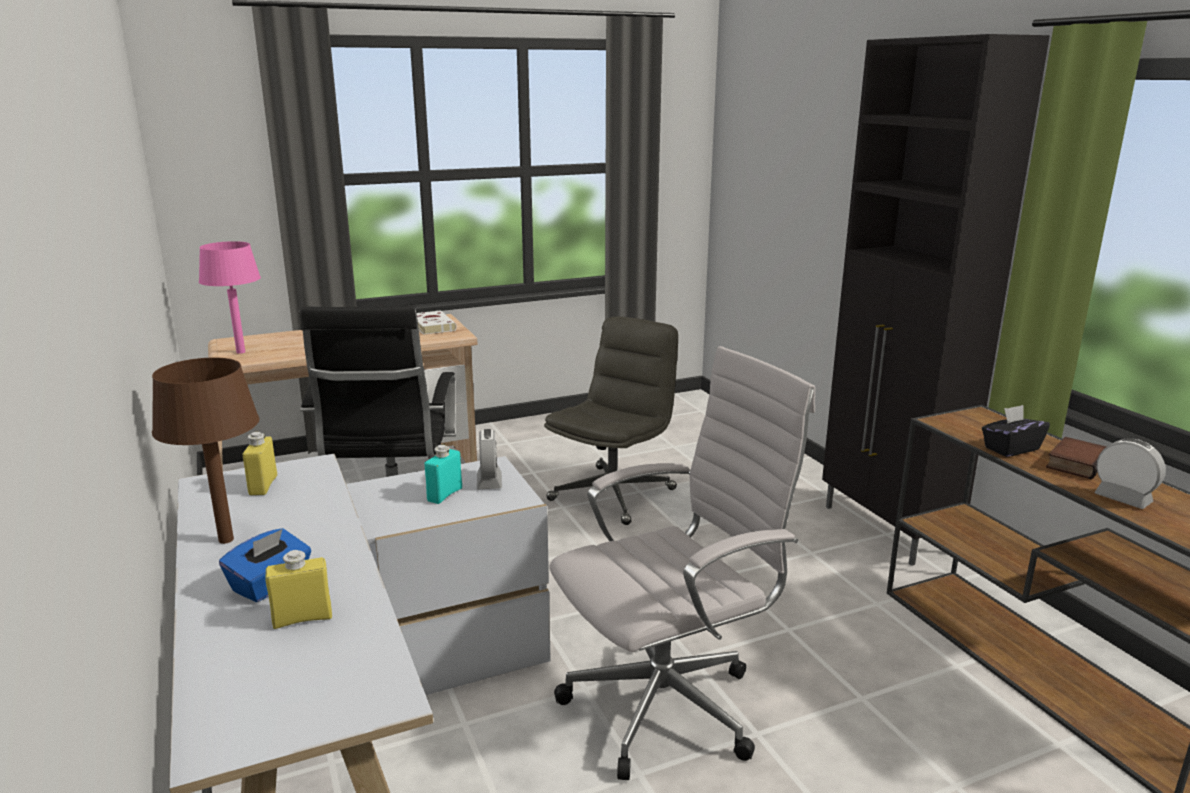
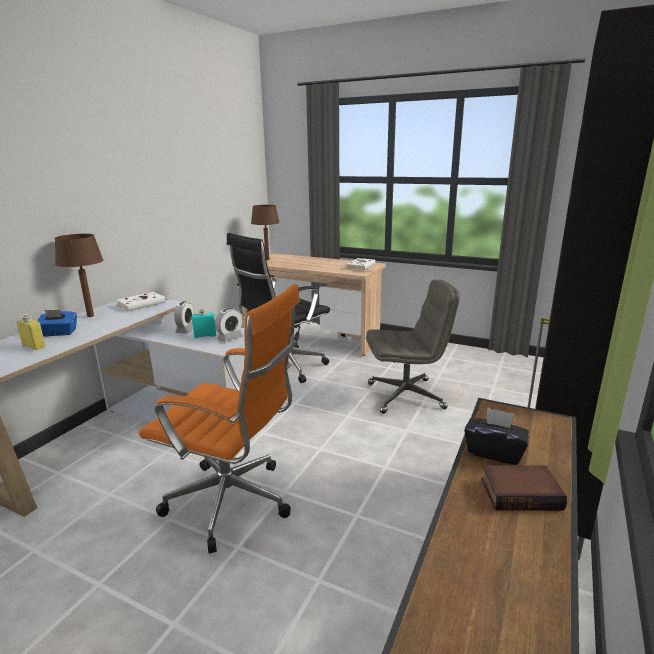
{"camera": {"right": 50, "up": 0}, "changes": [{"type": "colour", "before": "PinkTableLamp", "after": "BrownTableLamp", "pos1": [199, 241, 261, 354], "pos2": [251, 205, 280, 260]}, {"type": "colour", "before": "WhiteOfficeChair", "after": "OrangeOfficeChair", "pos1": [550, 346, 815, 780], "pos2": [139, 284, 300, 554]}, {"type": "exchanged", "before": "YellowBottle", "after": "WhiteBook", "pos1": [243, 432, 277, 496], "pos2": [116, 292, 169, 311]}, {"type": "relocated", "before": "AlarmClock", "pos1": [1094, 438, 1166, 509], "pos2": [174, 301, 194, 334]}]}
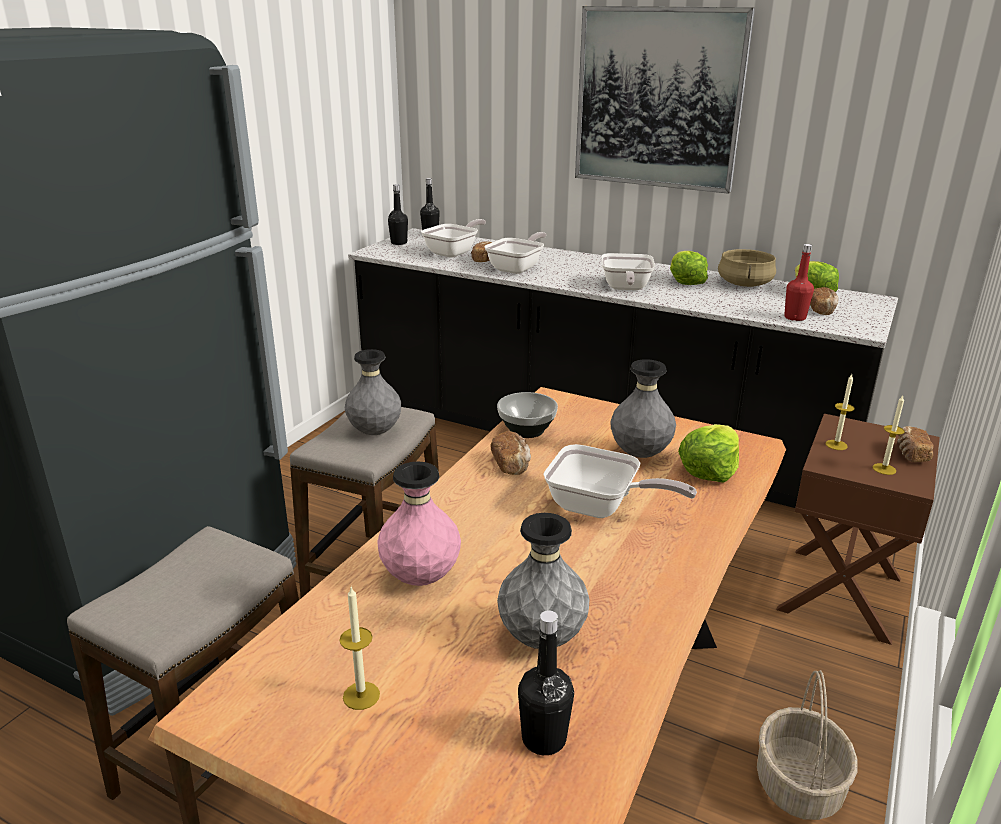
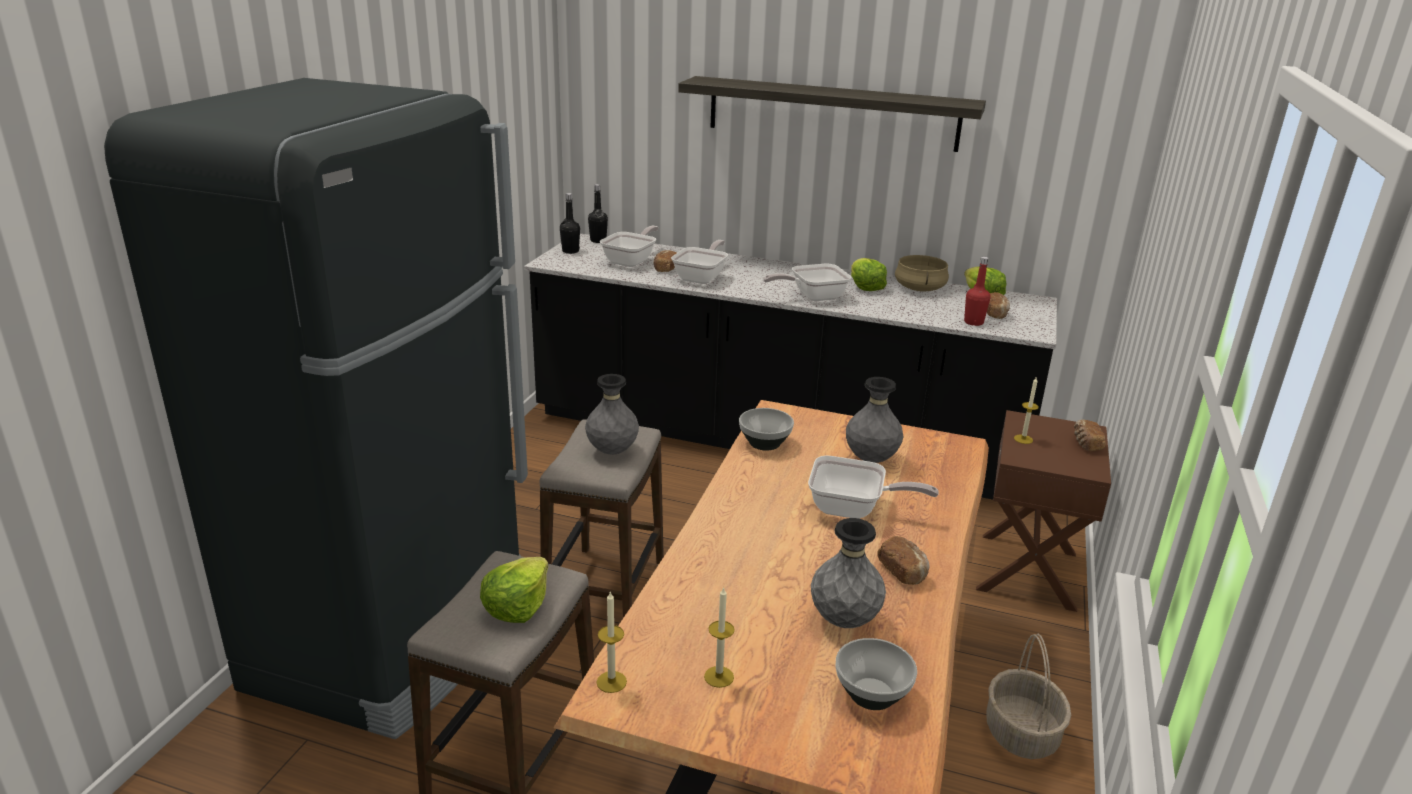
{"camera": {"right": -10, "up": 0}, "changes": [{"type": "exchanged", "before": "Picture", "after": "Shelf", "pos1": [575, 6, 755, 194], "pos2": [678, 76, 986, 152]}, {"type": "spun", "before": "FryingPan", "pos1": [602, 253, 655, 290], "pos2": [763, 264, 851, 301], "turn": 75}, {"type": "relocated", "before": "Candle", "pos1": [872, 395, 905, 475], "pos2": [596, 591, 627, 693]}, {"type": "relocated", "before": "Lettuce", "pos1": [678, 424, 739, 483], "pos2": [480, 557, 548, 623]}, {"type": "relocated", "before": "Bread", "pos1": [491, 431, 531, 475], "pos2": [877, 536, 930, 585]}, {"type": "missing", "before": "PinkVase", "pos1": [377, 461, 461, 586]}, {"type": "exchanged", "before": "BlackBottle", "after": "Bowl", "pos1": [518, 610, 574, 755], "pos2": [836, 638, 917, 710]}]}
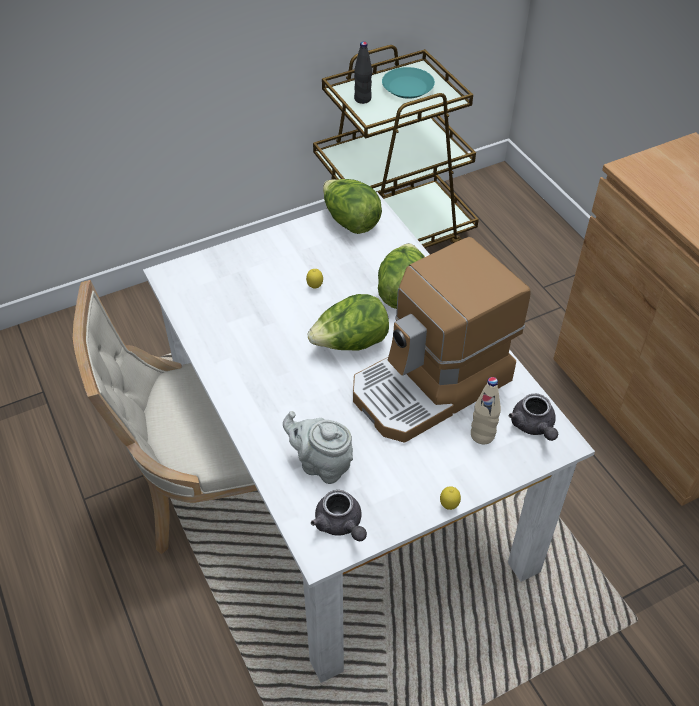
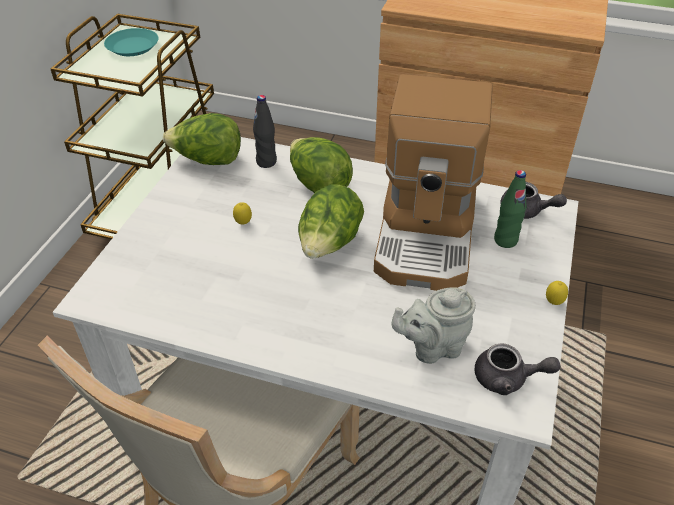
{"camera": {"right": -45, "up": -5}, "changes": [{"type": "relocated", "before": "BlackBottle", "pos1": [354, 41, 372, 104], "pos2": [253, 95, 277, 168]}, {"type": "colour", "before": "BeigeBottle", "after": "GreenBottle", "pos1": [471, 377, 501, 444], "pos2": [494, 170, 527, 248]}]}
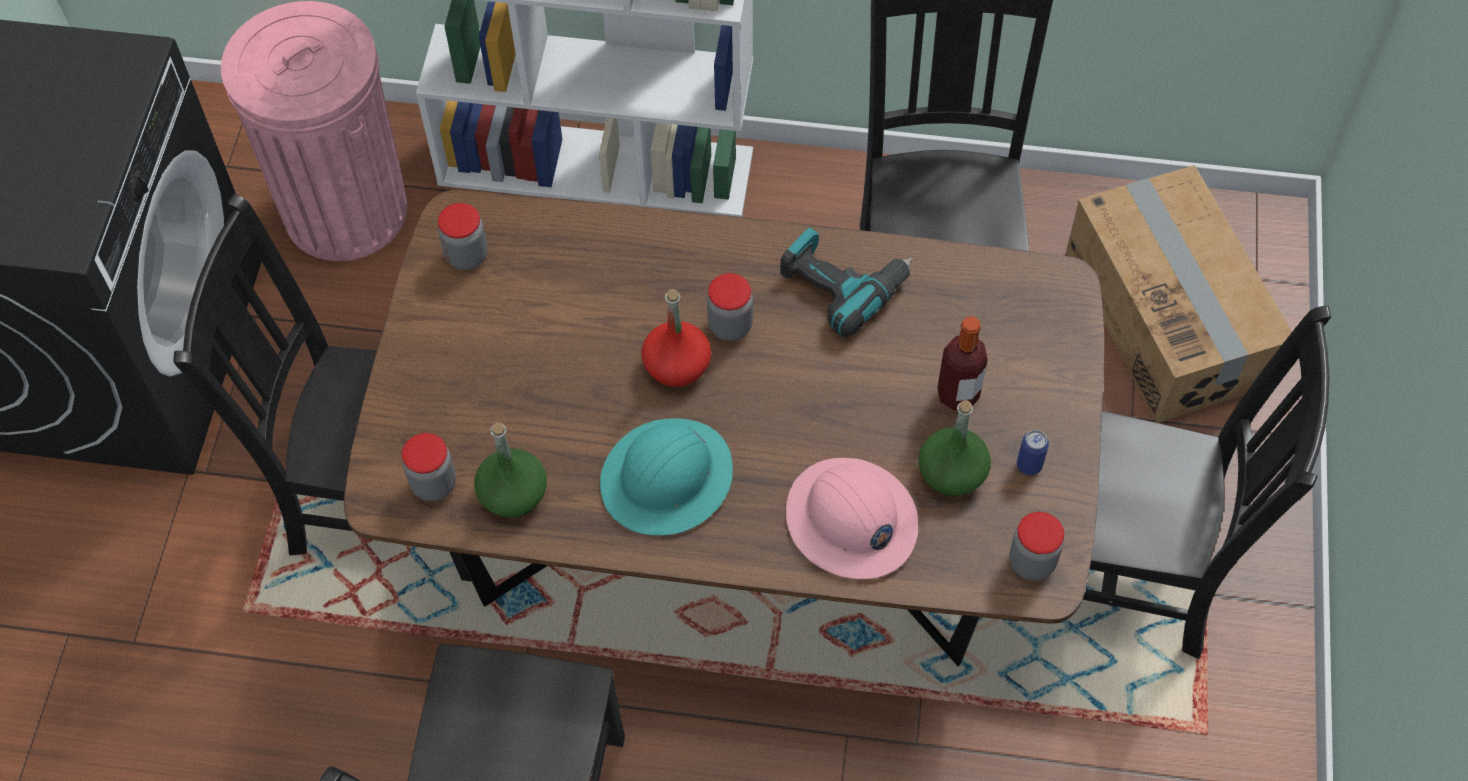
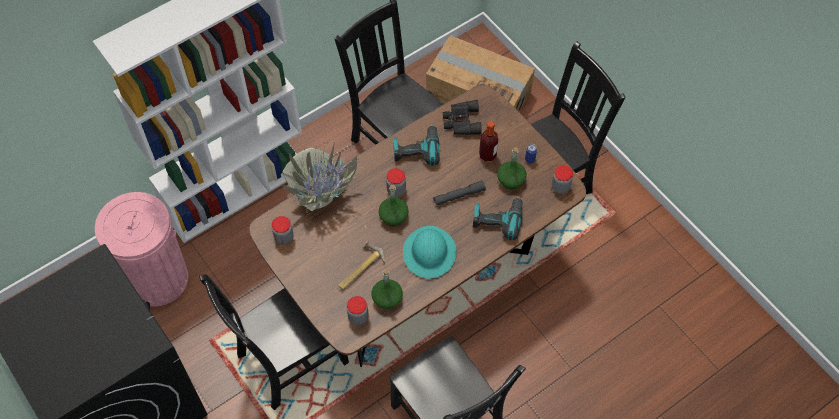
{"camera": {"right": -45, "up": 0}, "changes": [{"type": "colour", "before": "RedBottle", "after": "GreenBottle", "pos1": [641, 289, 711, 388], "pos2": [379, 185, 409, 226]}, {"type": "exchanged", "before": "PinkHardHat", "after": "PowerDrill", "pos1": [786, 458, 918, 579], "pos2": [473, 195, 523, 240]}, {"type": "appeared", "after": "BlackBinoculars", "pos2": [443, 100, 482, 135]}, {"type": "appeared", "after": "PottedPlant", "pos2": [282, 138, 366, 227]}, {"type": "appeared", "after": "GreyFlashlight", "pos2": [434, 180, 486, 206]}, {"type": "appeared", "after": "Hammer", "pos2": [338, 241, 385, 290]}]}
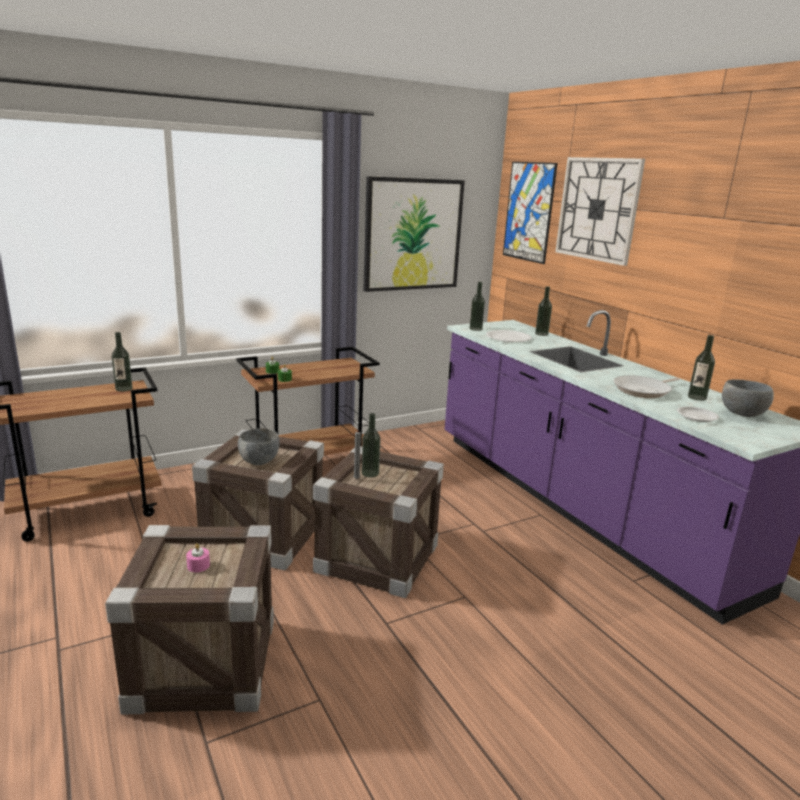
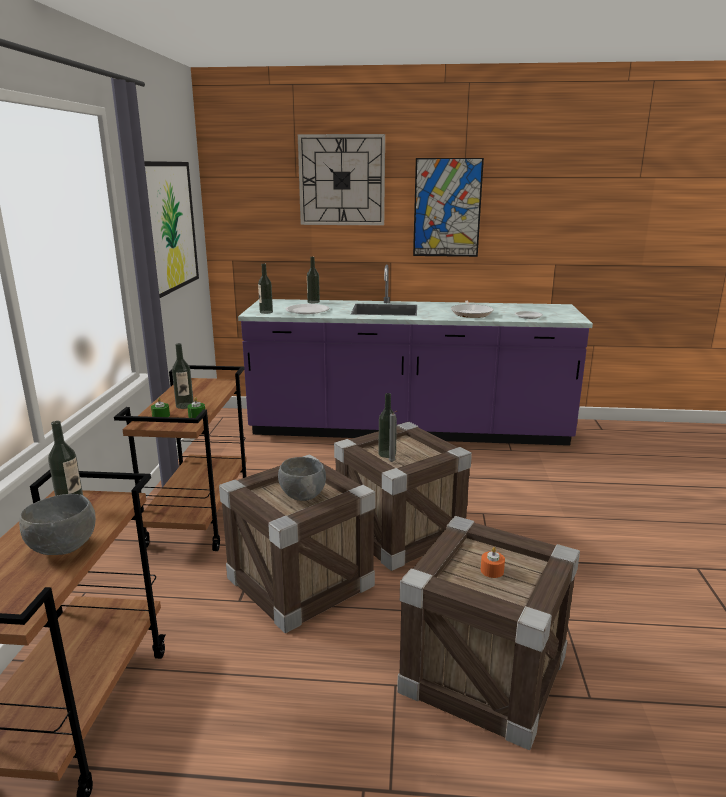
{"camera": {"right": -55, "up": 0}, "changes": [{"type": "relocated", "before": "Picture", "pos1": [503, 162, 558, 264], "pos2": [413, 158, 484, 257]}, {"type": "relocated", "before": "Bottle", "pos1": [688, 335, 715, 401], "pos2": [172, 343, 194, 409]}, {"type": "relocated", "before": "GreyBowl", "pos1": [722, 379, 774, 417], "pos2": [19, 494, 96, 555]}, {"type": "colour", "before": "PinkCandle", "after": "OrangeCandle", "pos1": [186, 543, 210, 572], "pos2": [481, 547, 505, 578]}]}
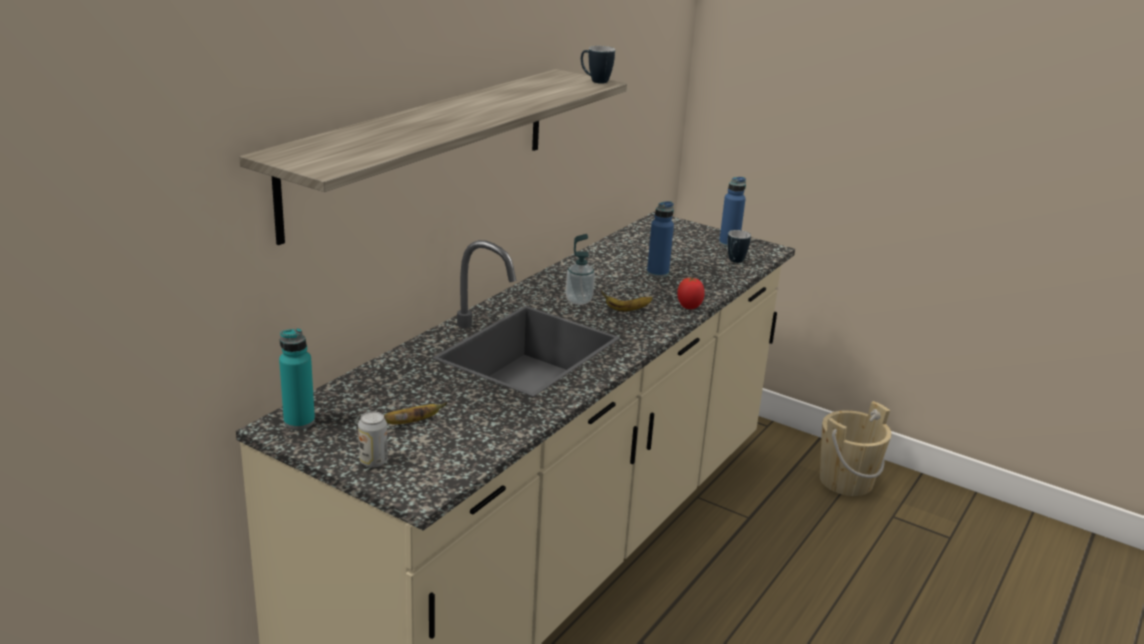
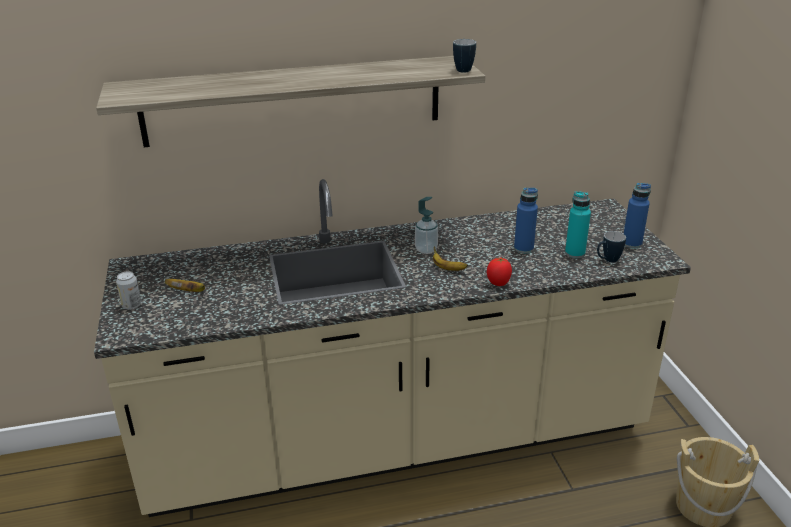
{"camera": {"right": 45, "up": 5}, "changes": [{"type": "relocated", "before": "TurquoiseBottle", "pos1": [279, 328, 315, 429], "pos2": [565, 191, 591, 258]}]}
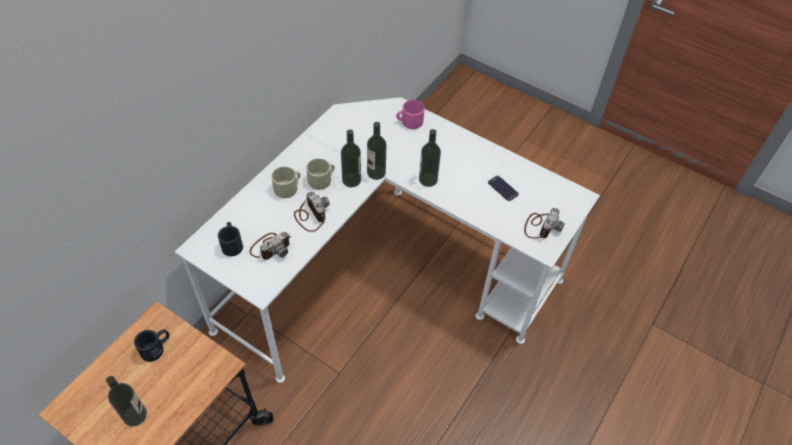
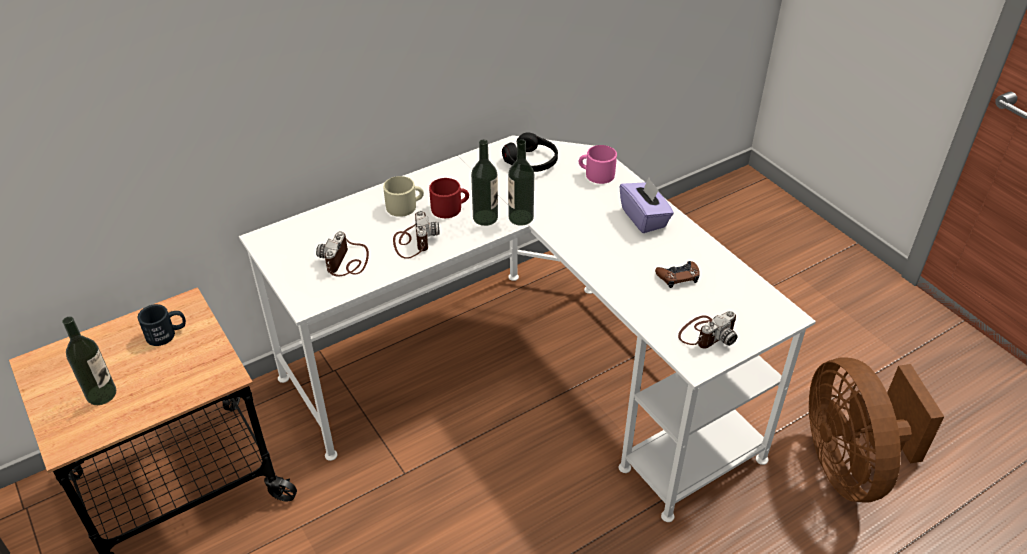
{"camera": {"right": 25, "up": -10}, "changes": [{"type": "missing", "before": "Bottle", "pos1": [419, 129, 441, 187]}, {"type": "colour", "before": "BeigeMug", "after": "RedMug", "pos1": [306, 158, 335, 190], "pos2": [429, 178, 469, 218]}, {"type": "exchanged", "before": "Phone", "after": "BrownGameController", "pos1": [488, 175, 519, 201], "pos2": [655, 261, 700, 288]}, {"type": "missing", "before": "BlackMug", "pos1": [218, 222, 243, 256]}, {"type": "spun", "before": "PhotoCamera", "pos1": [249, 232, 291, 260], "pos2": [316, 231, 369, 277], "turn": 120}, {"type": "appeared", "after": "BlackHeadphones", "pos2": [502, 133, 558, 172]}, {"type": "appeared", "after": "PurpleTissueBox", "pos2": [620, 177, 674, 233]}, {"type": "appeared", "after": "BrownFan", "pos2": [809, 357, 944, 502]}]}
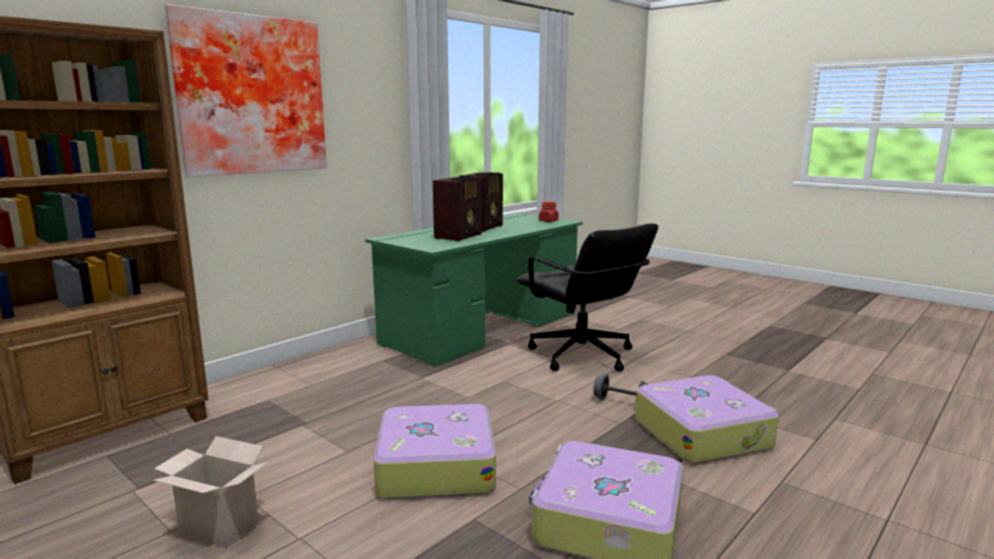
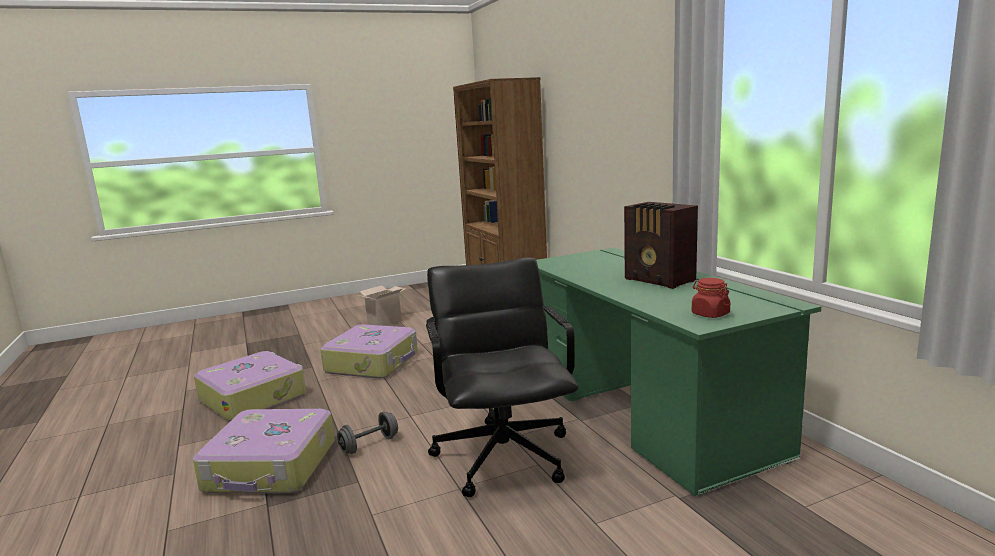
{"camera": {"right": 115, "up": 0}, "changes": [{"type": "missing", "before": "Picture", "pos1": [165, 4, 327, 177]}, {"type": "missing", "before": "Radio", "pos1": [433, 177, 482, 242]}, {"type": "spun", "before": "BlackOfficeChair", "pos1": [516, 223, 658, 371], "pos2": [426, 258, 579, 497], "turn": 90}]}
